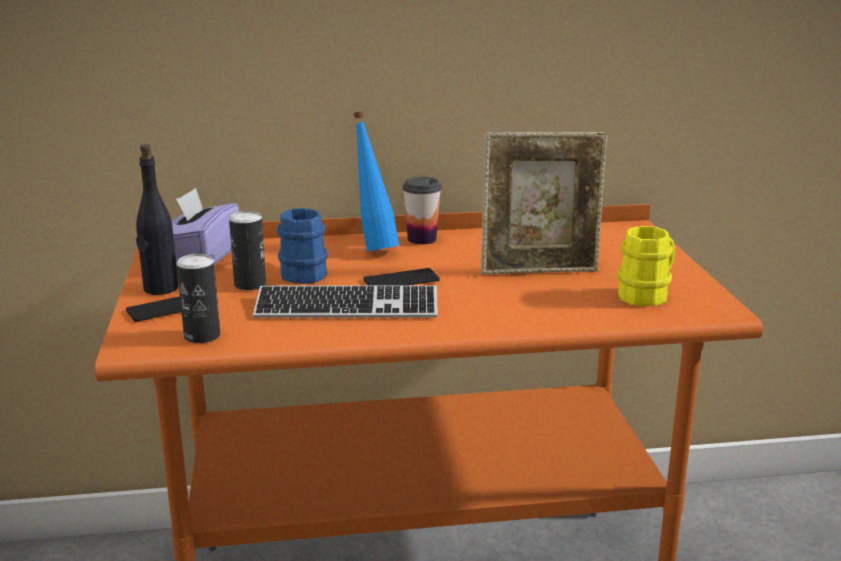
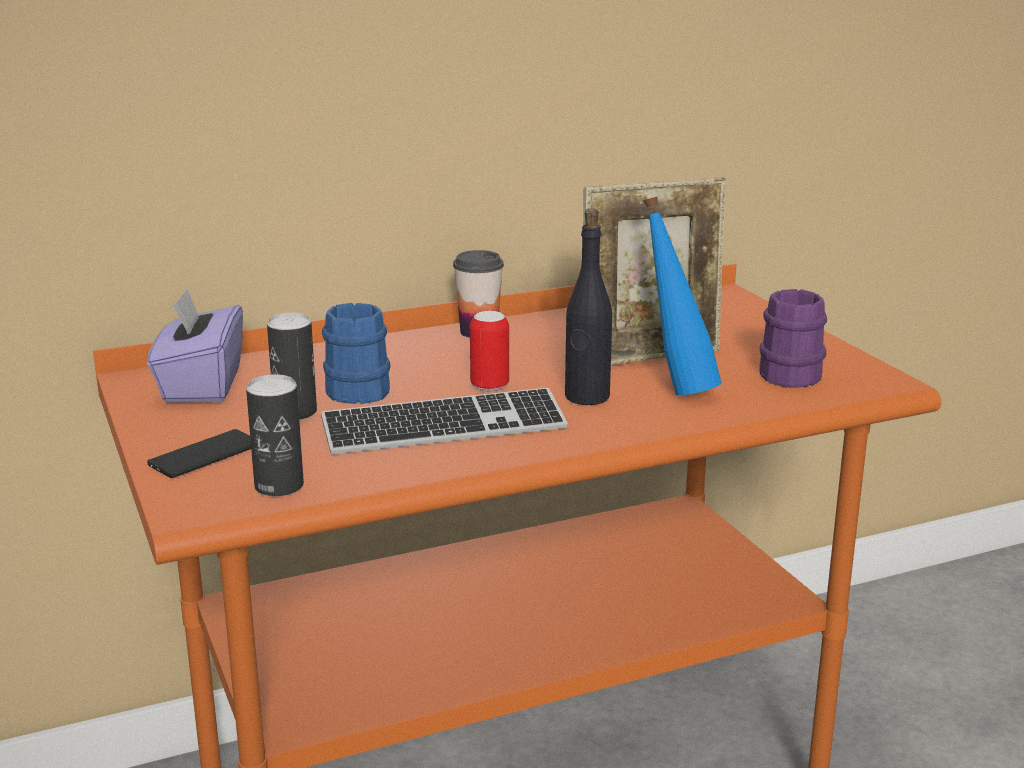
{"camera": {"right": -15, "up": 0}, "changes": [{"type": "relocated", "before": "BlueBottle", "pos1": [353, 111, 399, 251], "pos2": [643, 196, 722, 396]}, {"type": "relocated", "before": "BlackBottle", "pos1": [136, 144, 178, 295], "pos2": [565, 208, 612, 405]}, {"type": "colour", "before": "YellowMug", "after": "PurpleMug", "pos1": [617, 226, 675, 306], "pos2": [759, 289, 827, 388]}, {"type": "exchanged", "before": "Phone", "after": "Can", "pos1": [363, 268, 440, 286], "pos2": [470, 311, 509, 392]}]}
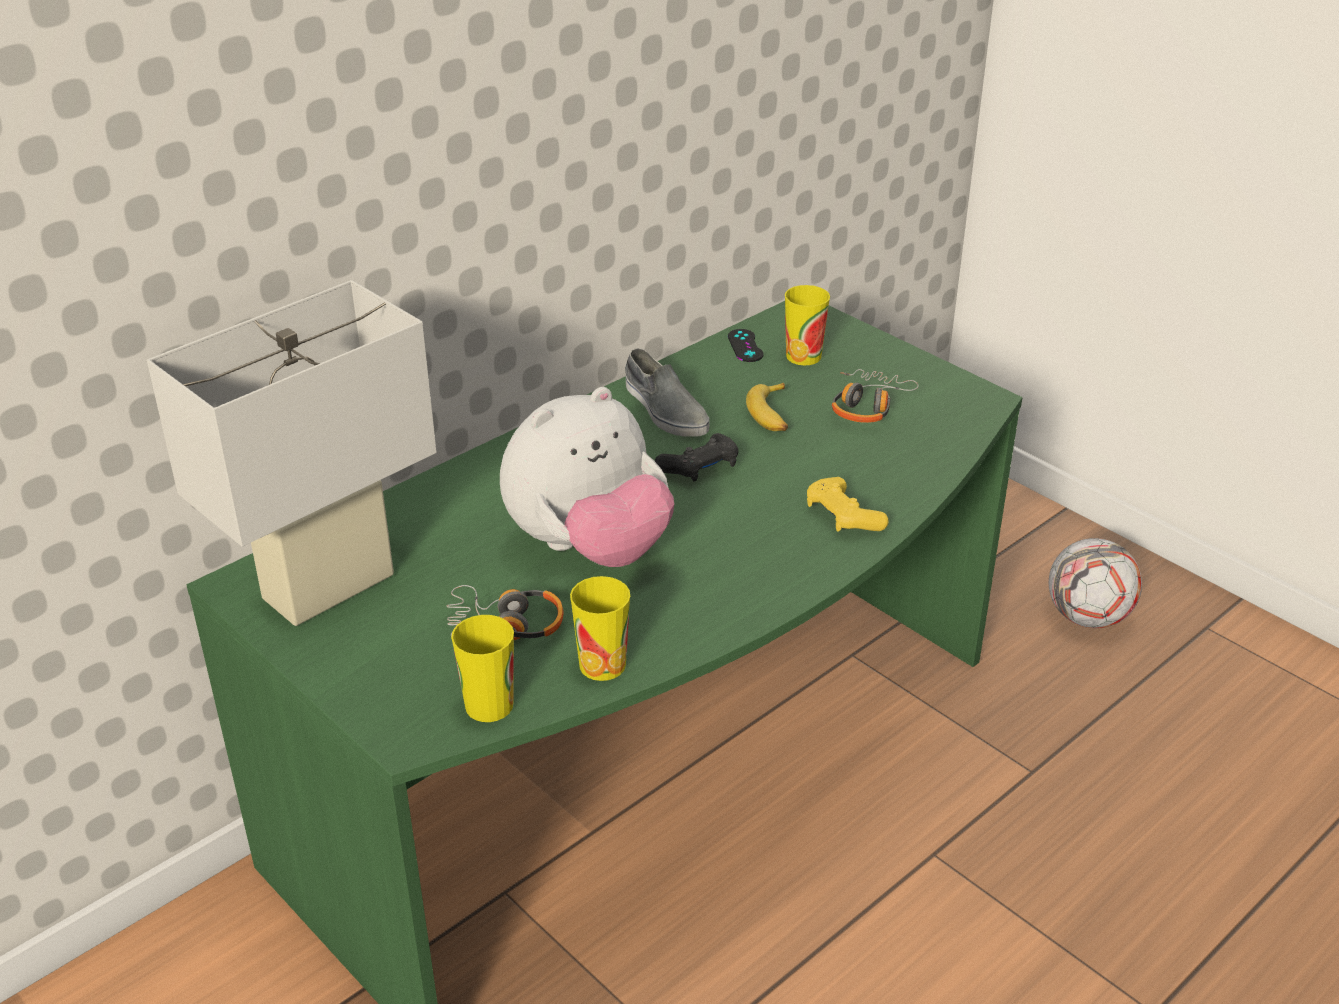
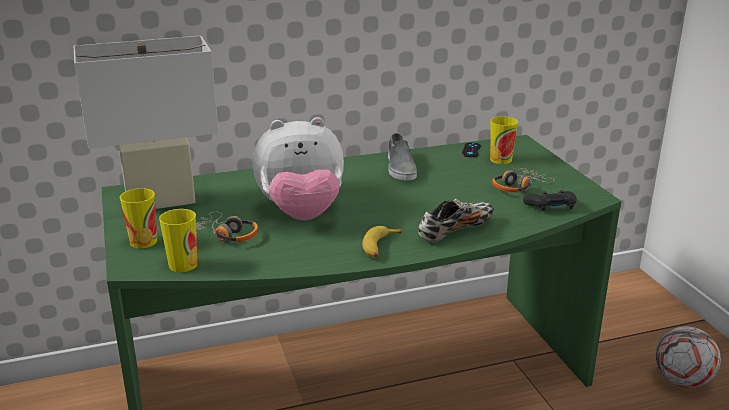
{"camera": {"right": 25, "up": -10}, "changes": [{"type": "relocated", "before": "Banana", "pos1": [746, 383, 788, 431], "pos2": [362, 226, 402, 258]}, {"type": "relocated", "before": "BlackGameController", "pos1": [655, 433, 738, 482], "pos2": [523, 190, 577, 211]}, {"type": "exchanged", "before": "YellowGameController", "after": "Shoe", "pos1": [807, 477, 889, 532], "pos2": [418, 198, 494, 242]}, {"type": "relocated", "before": "Cup", "pos1": [570, 576, 630, 681], "pos2": [120, 188, 157, 248]}]}
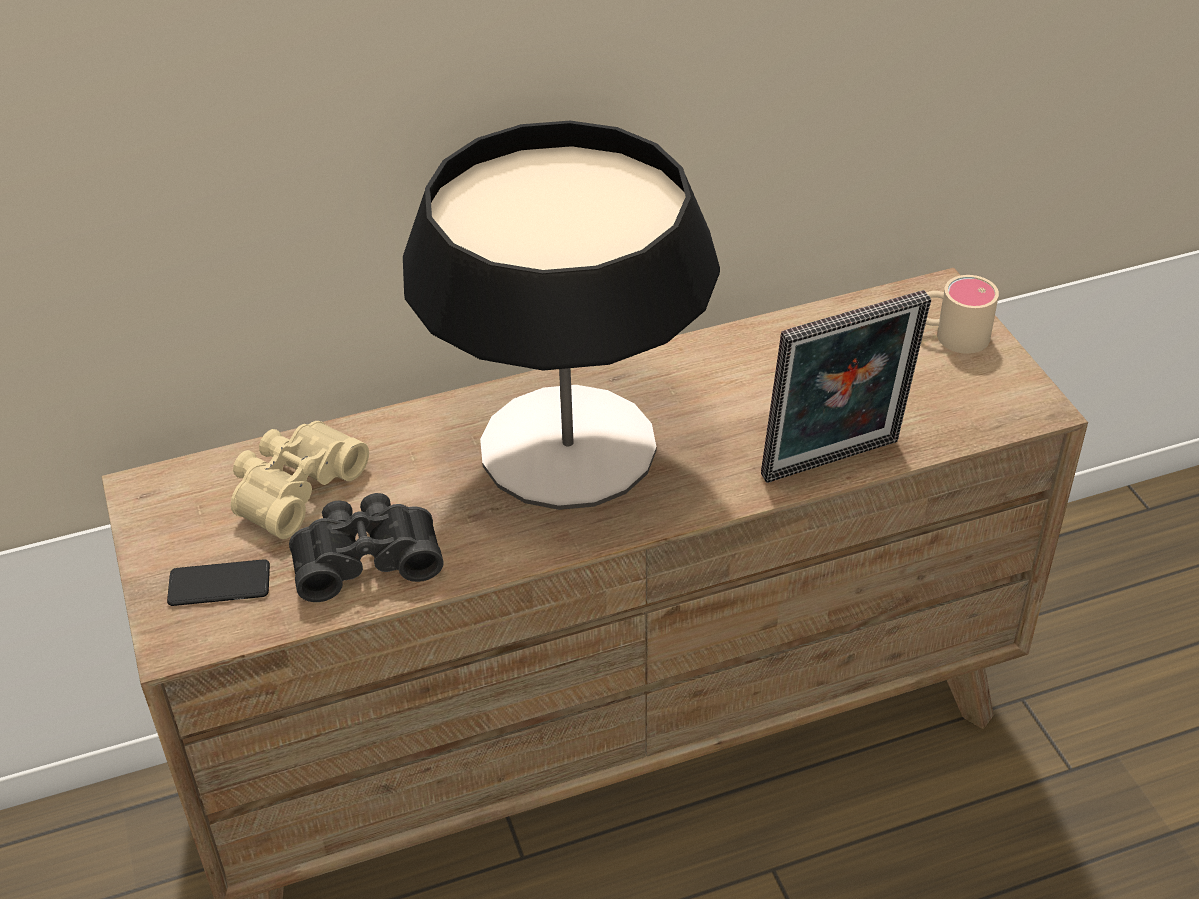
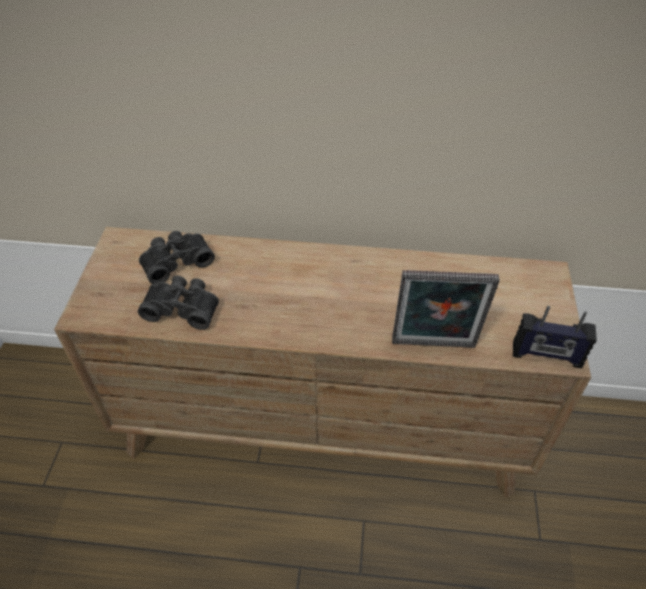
{"camera": {"right": 25, "up": 5}, "changes": [{"type": "missing", "before": "TableLamp", "pos1": [403, 121, 720, 510]}, {"type": "missing", "before": "BeigeMug", "pos1": [926, 275, 999, 354]}, {"type": "colour", "before": "BeigeBinoculars", "after": "BlackBinoculars", "pos1": [231, 421, 369, 539], "pos2": [139, 231, 215, 284]}, {"type": "missing", "before": "Phone", "pos1": [167, 559, 270, 606]}, {"type": "appeared", "after": "Radio", "pos2": [513, 306, 597, 368]}]}
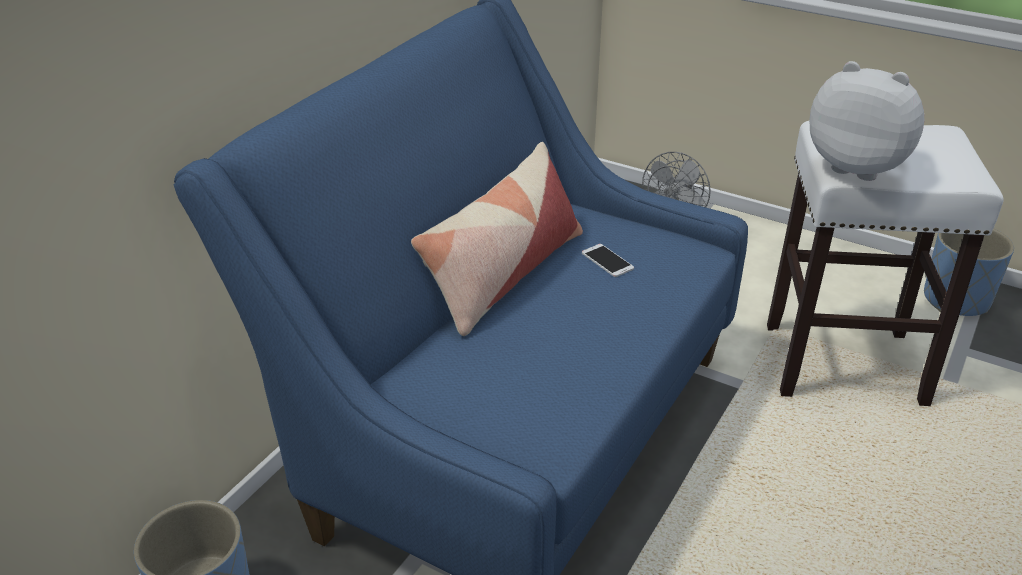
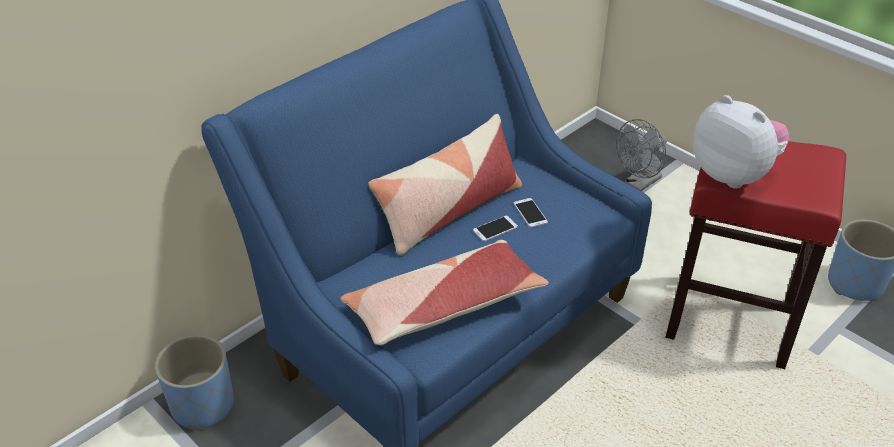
{"camera": {"right": 15, "up": 5}, "changes": [{"type": "colour", "before": "WhiteStool", "after": "RedStool", "pos1": [767, 121, 1004, 406], "pos2": [665, 141, 846, 369]}, {"type": "appeared", "after": "Phone", "pos2": [473, 216, 518, 241]}, {"type": "appeared", "after": "Pillow", "pos2": [340, 240, 549, 345]}]}
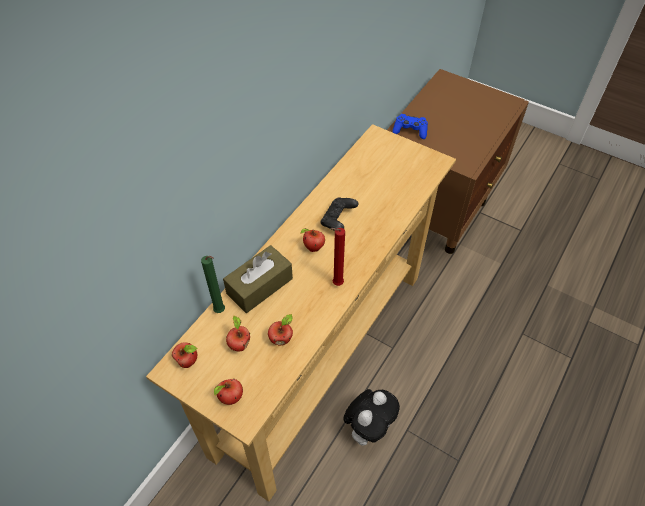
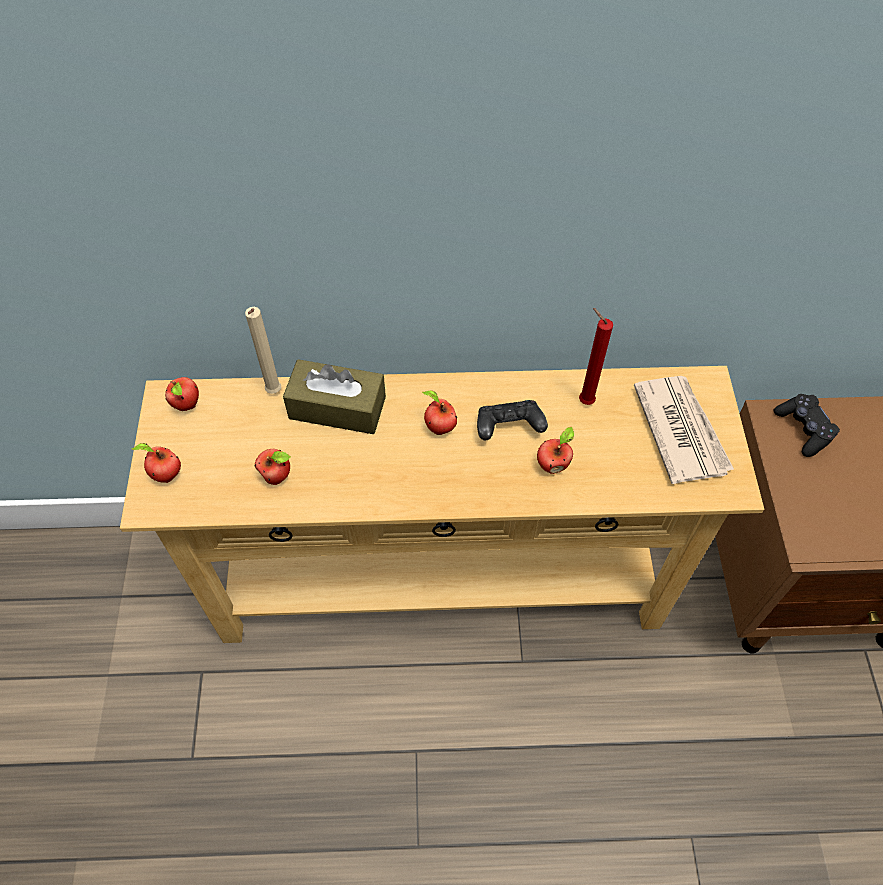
{"camera": {"right": 55, "up": 5}, "changes": [{"type": "colour", "before": "BlueGameController", "after": "BlackGameController", "pos1": [393, 114, 428, 139], "pos2": [774, 394, 840, 457]}, {"type": "relocated", "before": "RedCandle", "pos1": [330, 228, 345, 286], "pos2": [579, 308, 613, 405]}, {"type": "colour", "before": "GreenCandle", "after": "BeigeCandle", "pos1": [201, 256, 225, 313], "pos2": [245, 307, 281, 394]}, {"type": "relocated", "before": "Apple", "pos1": [226, 316, 250, 351], "pos2": [537, 427, 574, 474]}, {"type": "missing", "before": "PlushToy", "pos1": [343, 389, 400, 446]}, {"type": "appeared", "after": "Newspaper", "pos2": [634, 376, 734, 484]}]}
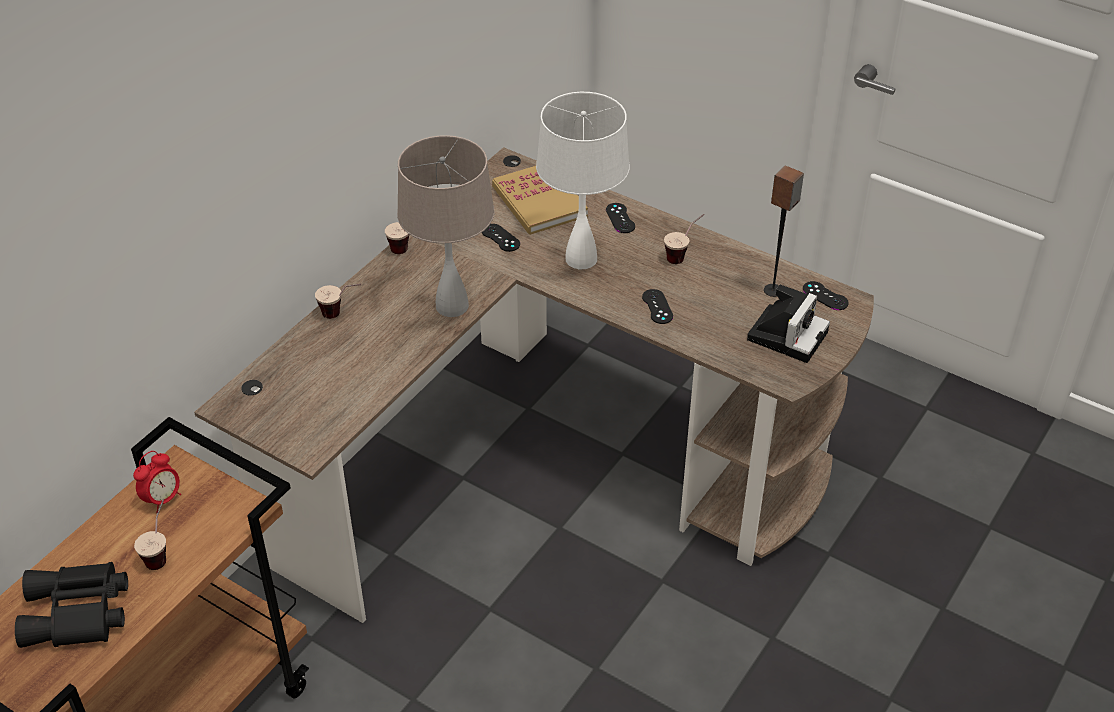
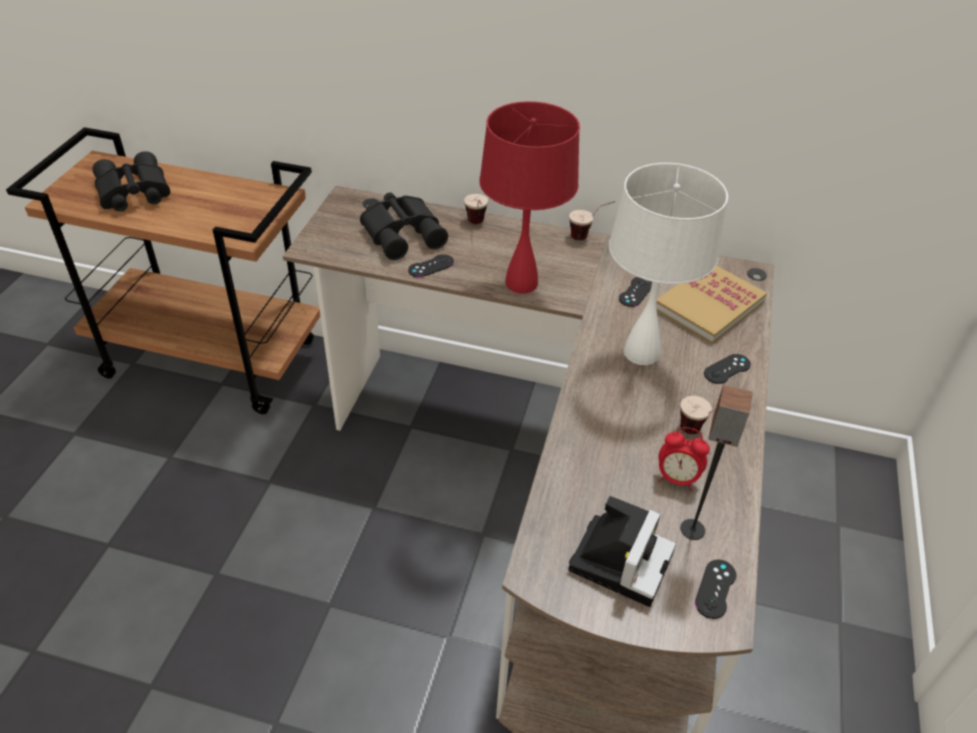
{"camera": {"right": 70, "up": 0}, "changes": [{"type": "colour", "before": "BeigeTableLamp", "after": "RedTableLamp", "pos1": [397, 135, 494, 317], "pos2": [479, 101, 580, 293]}, {"type": "spun", "before": "PhotoCamera", "pos1": [747, 285, 830, 363], "pos2": [569, 496, 676, 607], "turn": -75}, {"type": "relocated", "before": "BlackGameController", "pos1": [642, 289, 673, 324], "pos2": [408, 254, 454, 277]}, {"type": "relocated", "before": "AlarmClock", "pos1": [133, 451, 181, 512], "pos2": [658, 427, 710, 492]}, {"type": "missing", "before": "Cup", "pos1": [134, 499, 166, 570]}, {"type": "appeared", "after": "BlackBinoculars", "pos2": [360, 192, 448, 260]}]}
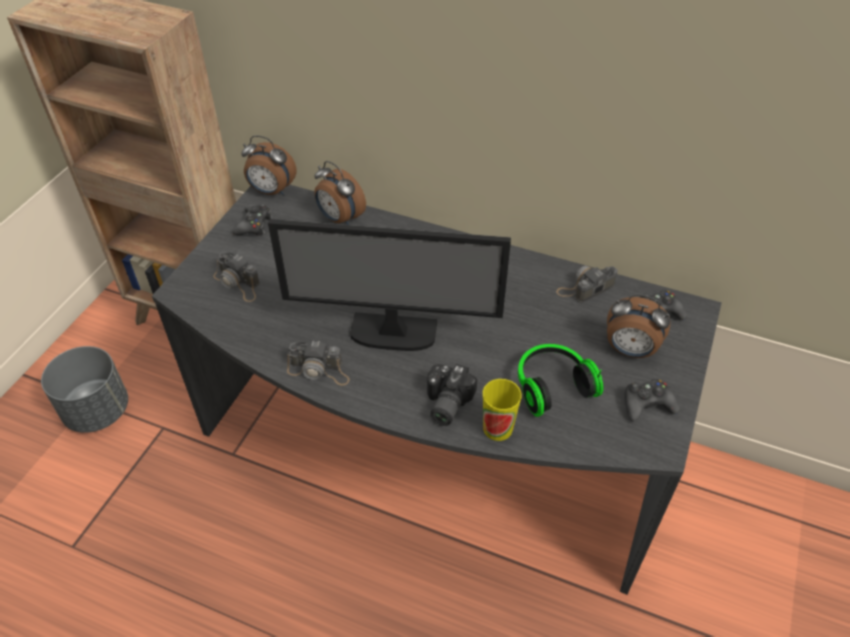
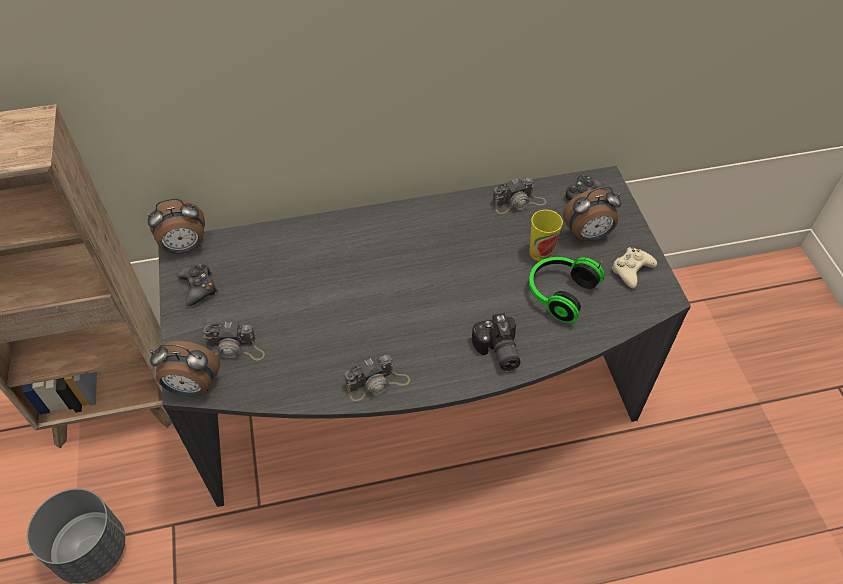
{"camera": {"right": -35, "up": 5}, "changes": [{"type": "relocated", "before": "AlarmClock", "pos1": [314, 161, 366, 225], "pos2": [150, 341, 220, 396]}, {"type": "missing", "before": "Monitor", "pos1": [268, 219, 511, 351]}, {"type": "spun", "before": "PhotoCamera", "pos1": [556, 266, 618, 302], "pos2": [492, 178, 546, 214], "turn": -135}, {"type": "relocated", "before": "Cup", "pos1": [483, 379, 522, 441], "pos2": [529, 210, 563, 261]}, {"type": "colour", "before": "BlackGameController", "after": "BeigeGameController", "pos1": [625, 379, 680, 421], "pos2": [611, 247, 657, 288]}]}
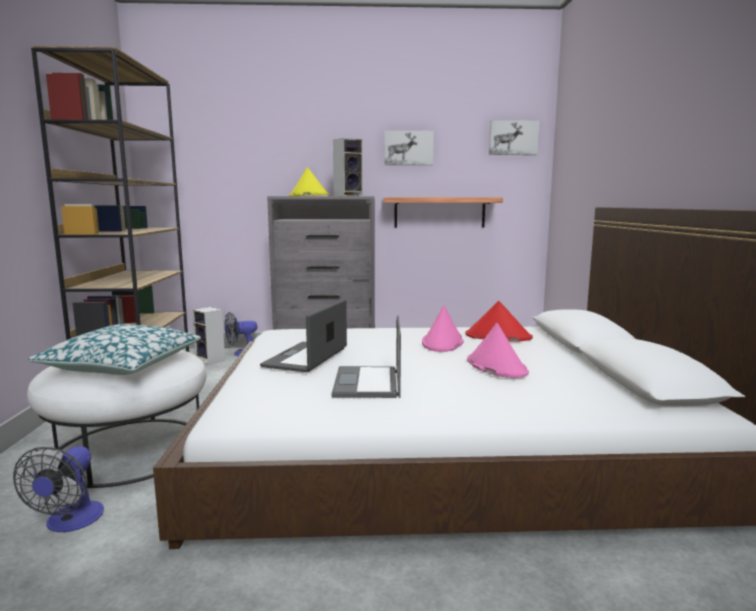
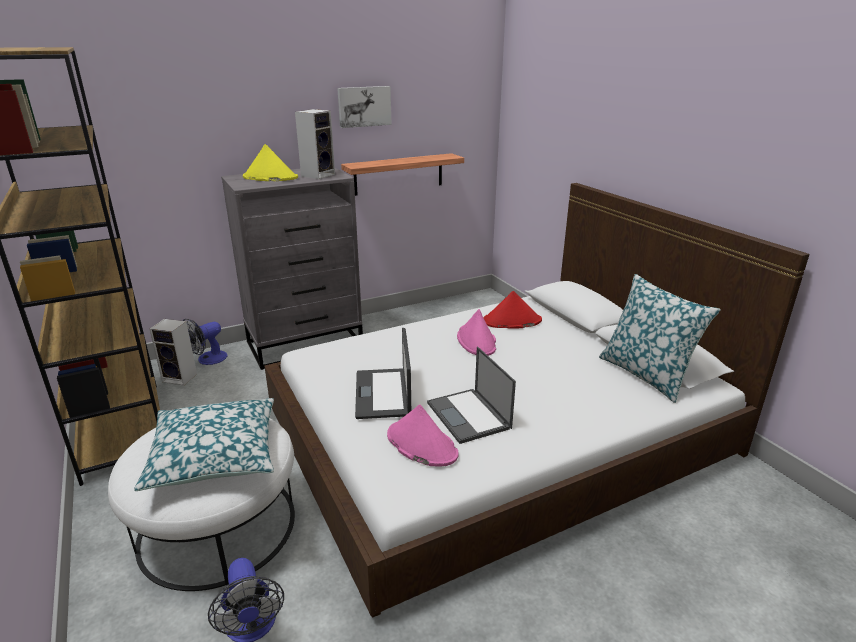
{"camera": {"right": -25, "up": 15}, "changes": [{"type": "missing", "before": "Picture", "pos1": [489, 120, 540, 155]}, {"type": "relocated", "before": "PinkHat", "pos1": [467, 323, 529, 378], "pos2": [387, 404, 459, 467]}, {"type": "appeared", "after": "Pillow", "pos2": [599, 274, 720, 403]}]}
